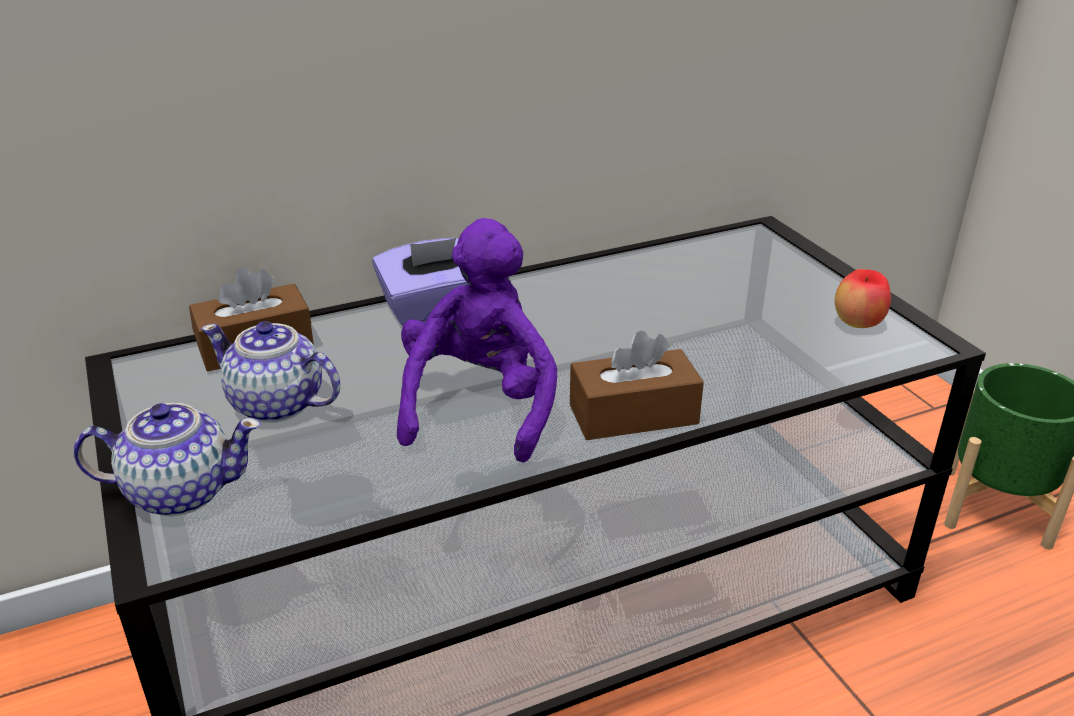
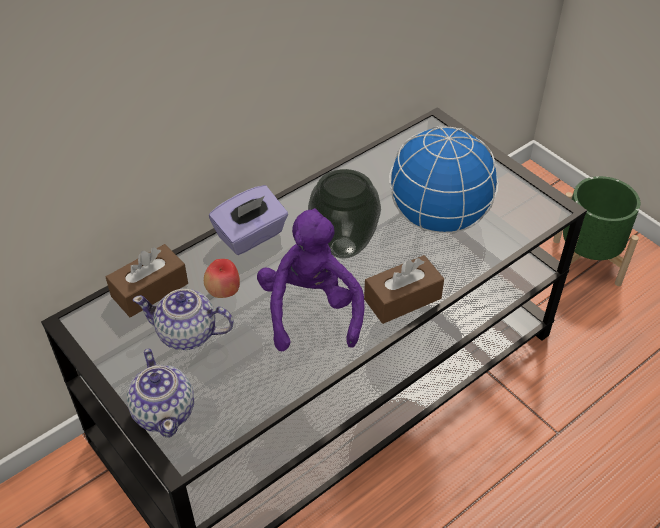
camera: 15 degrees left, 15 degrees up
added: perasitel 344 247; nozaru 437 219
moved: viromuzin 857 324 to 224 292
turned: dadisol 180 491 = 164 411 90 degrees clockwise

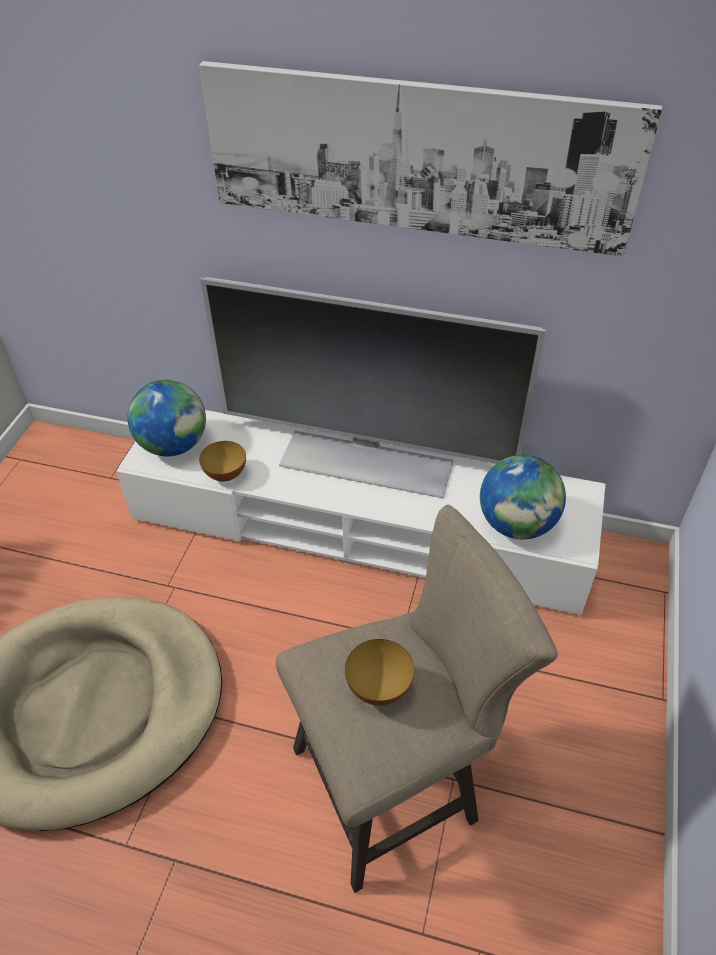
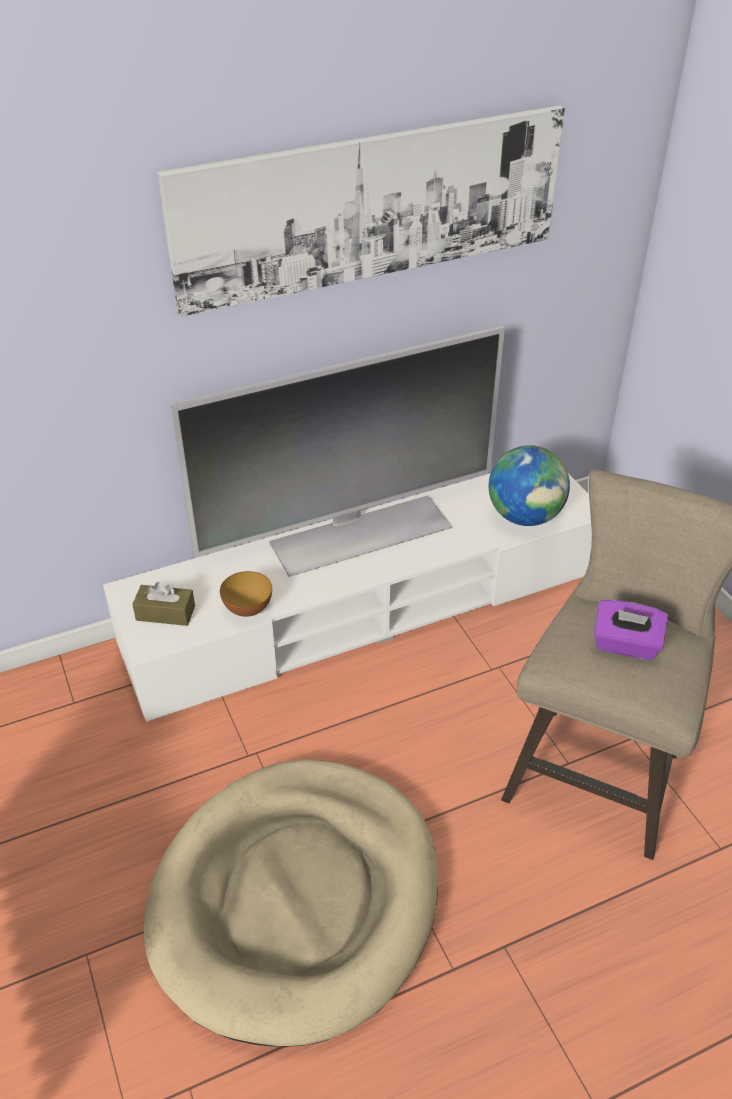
camera: 40 degrees left, 5 degrees down
replaced: nozaru 174 445 to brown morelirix 165 613; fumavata 379 688 to purple morelirix 625 645

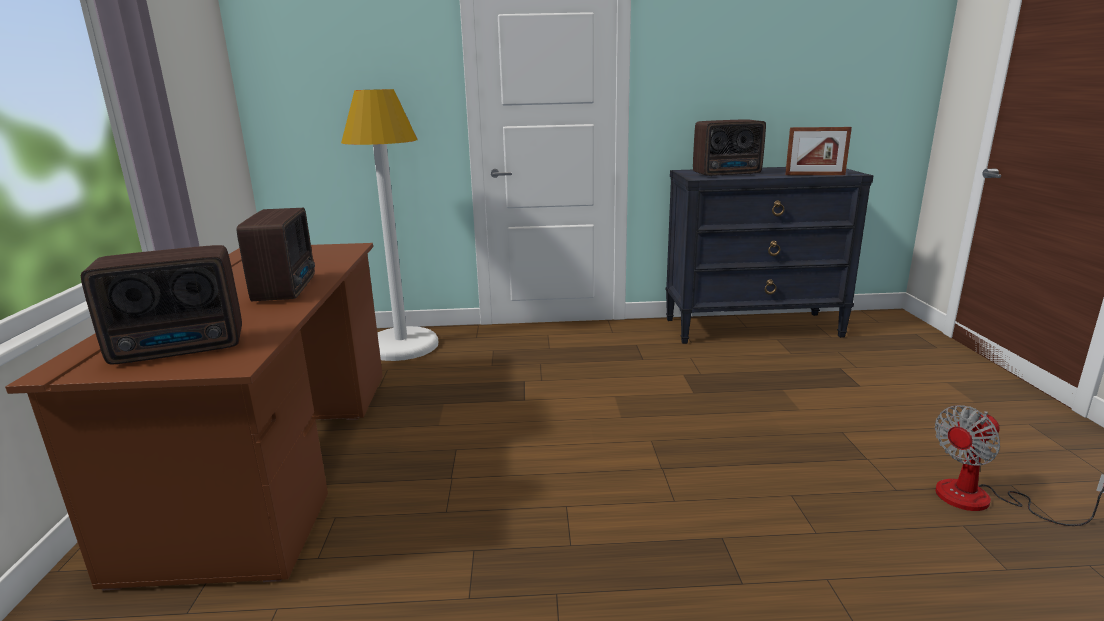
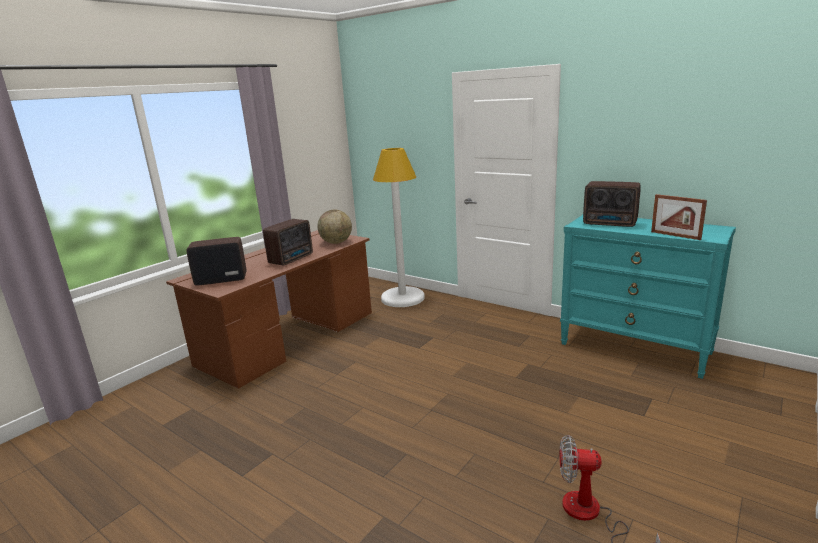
camera: 40 degrees right, 0 degrees up
added: nozaru 336 242
recoloured: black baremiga 752 327 to turquoise baremiga 635 348
turned: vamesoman 182 349 = 220 280 150 degrees clockwise

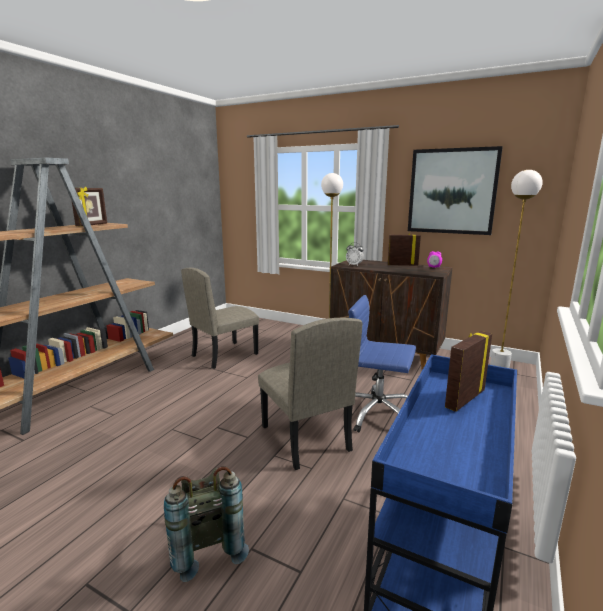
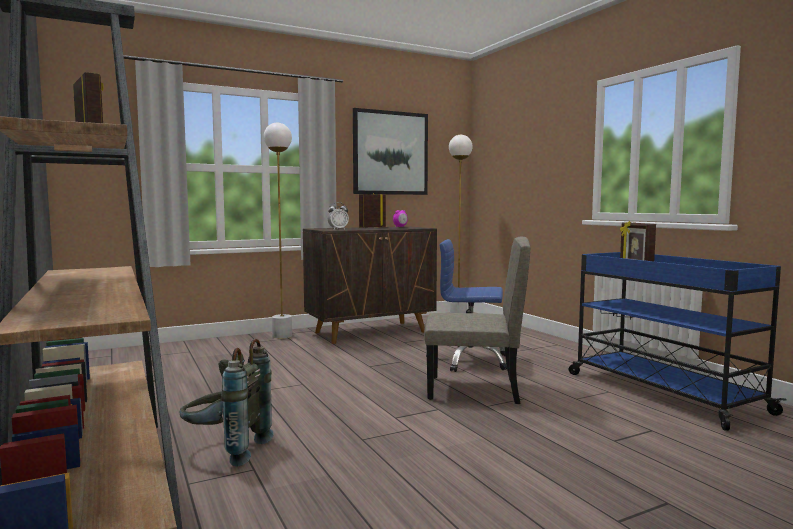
camera: 55 degrees left, 10 degrees down
removed: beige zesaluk 224 355
moved: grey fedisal 205 546 to 226 450
turned: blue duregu 377 414 = 469 360 45 degrees clockwise

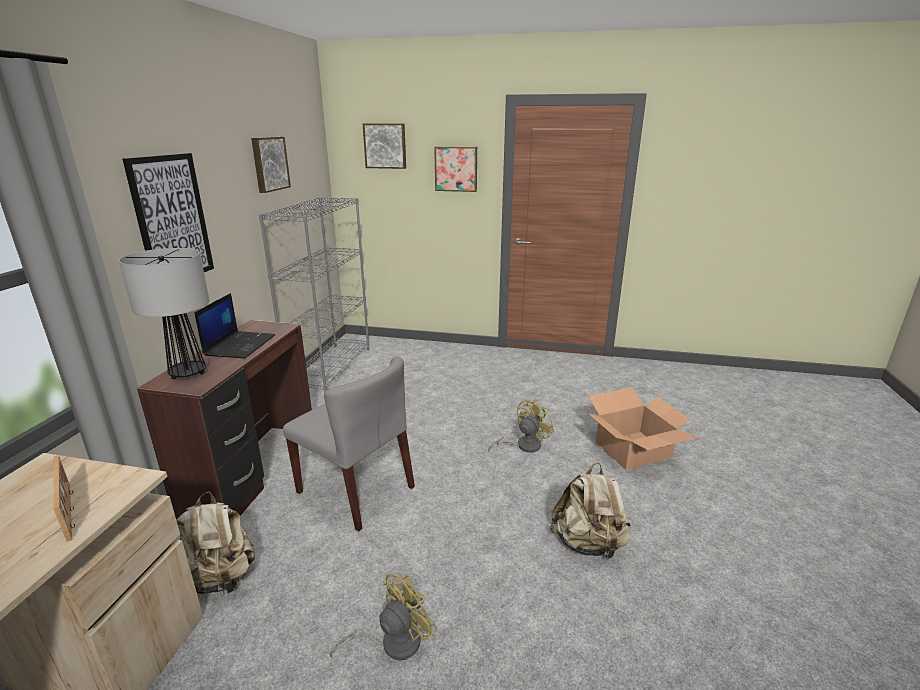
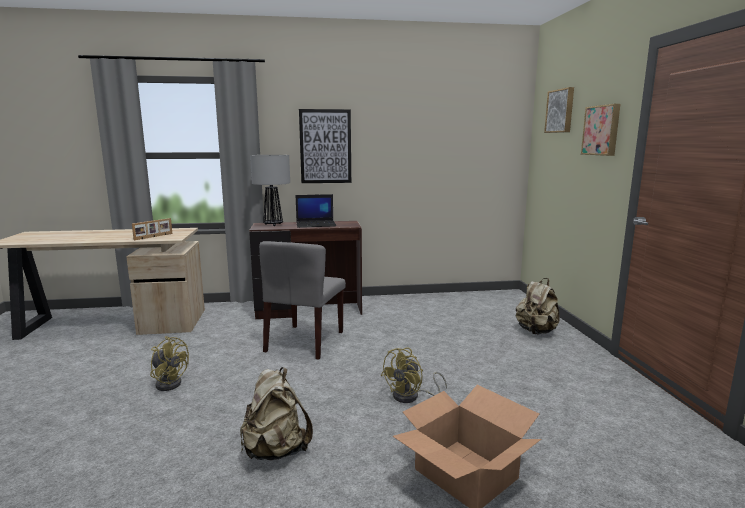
camera: 70 degrees right, 10 degrees down
removed: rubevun 269 164; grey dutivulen 331 368
moved: beige fedisal 220 578 to 536 331
turned: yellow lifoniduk 523 446 = 411 396 105 degrees clockwise

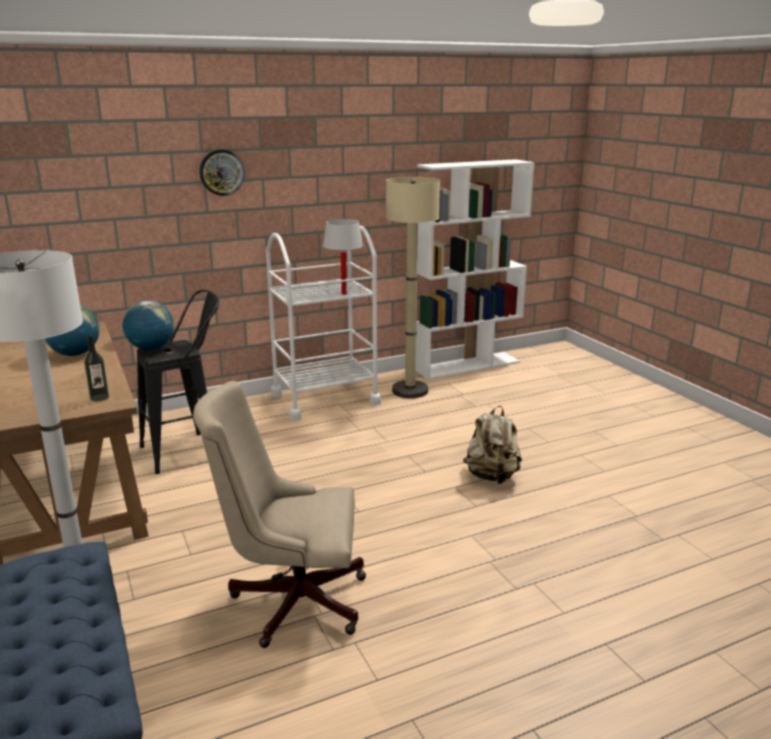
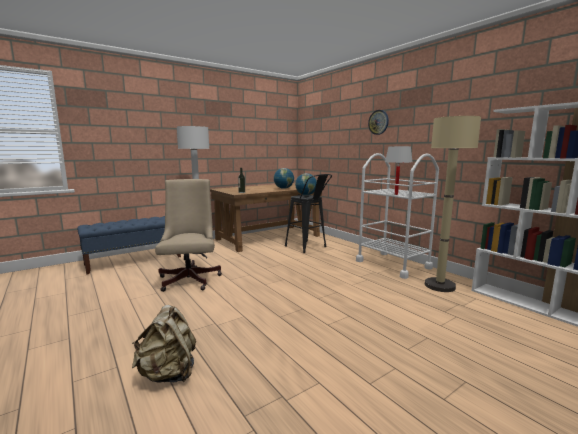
camera: 80 degrees right, 10 degrees down
moved: beige fedisal 492 476 to 168 374

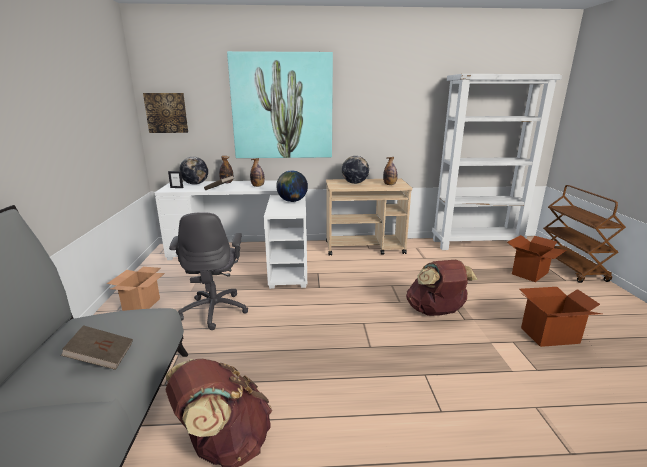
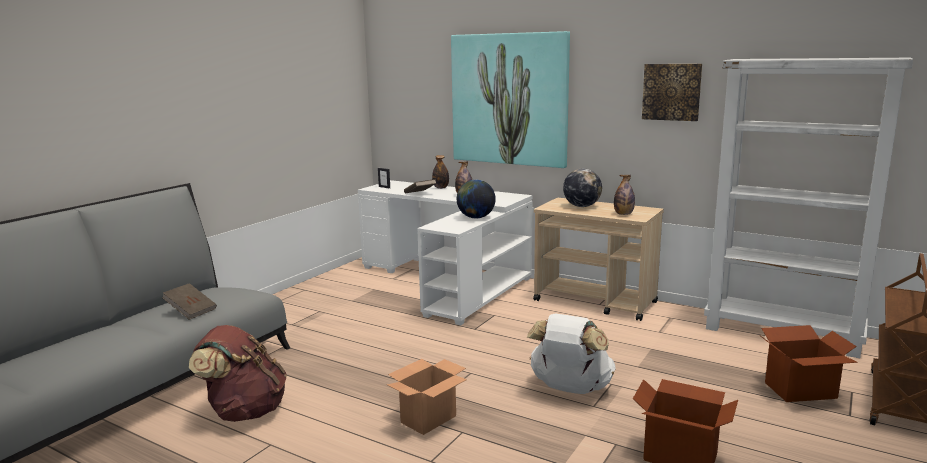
camera: 35 degrees right, 5 degrees down
removed: grey duregu 215 310; nozaru 195 184
moved: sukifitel 142 305 to 428 419; rubevun 166 113 to 671 92
recoloured: brown fedisal 436 312 to white fedisal 570 389

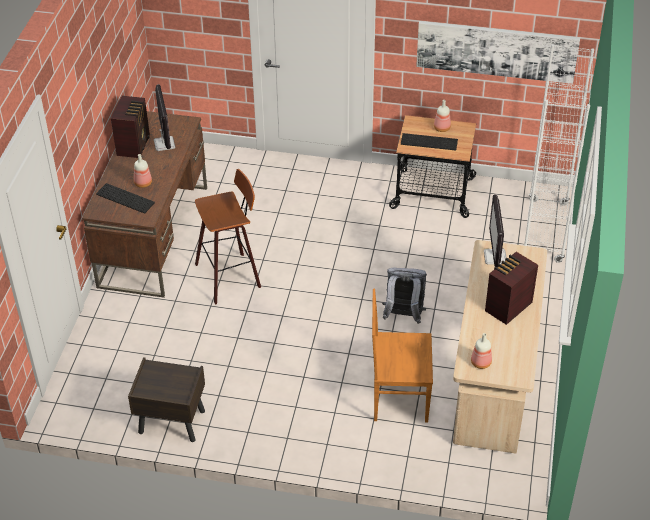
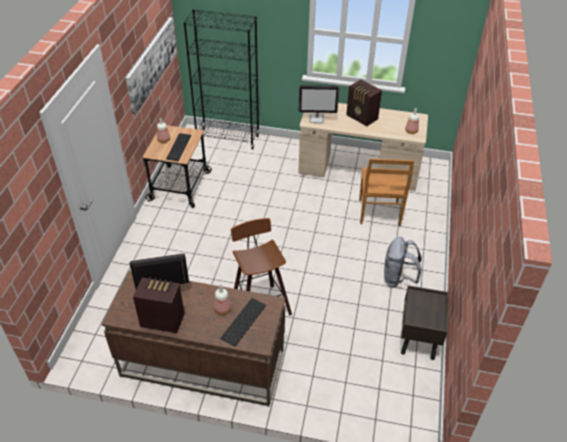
camera: 90 degrees left, 0 degrees up
moved: grey fedisal 403 315 to 398 278
recoloured: white dutivulen 545 231 to black dutivulen 228 139

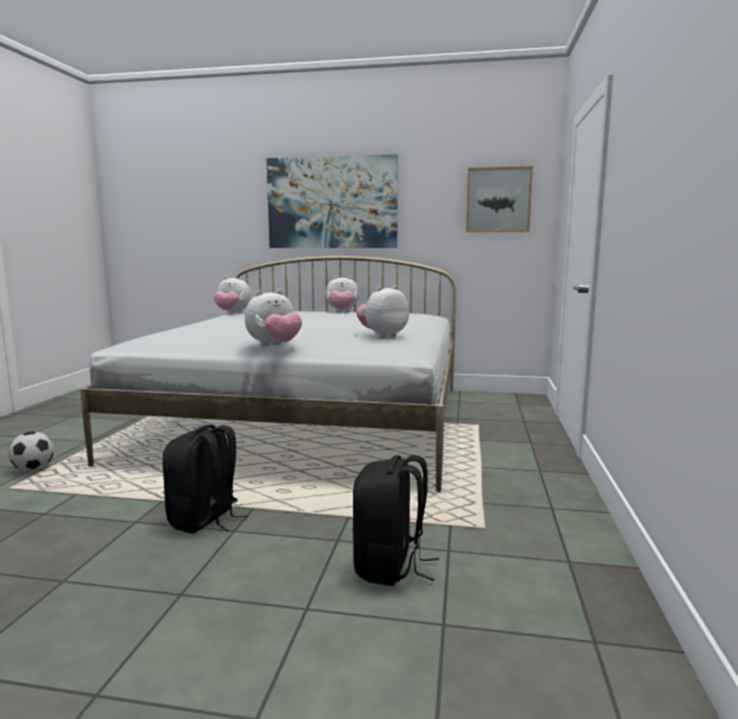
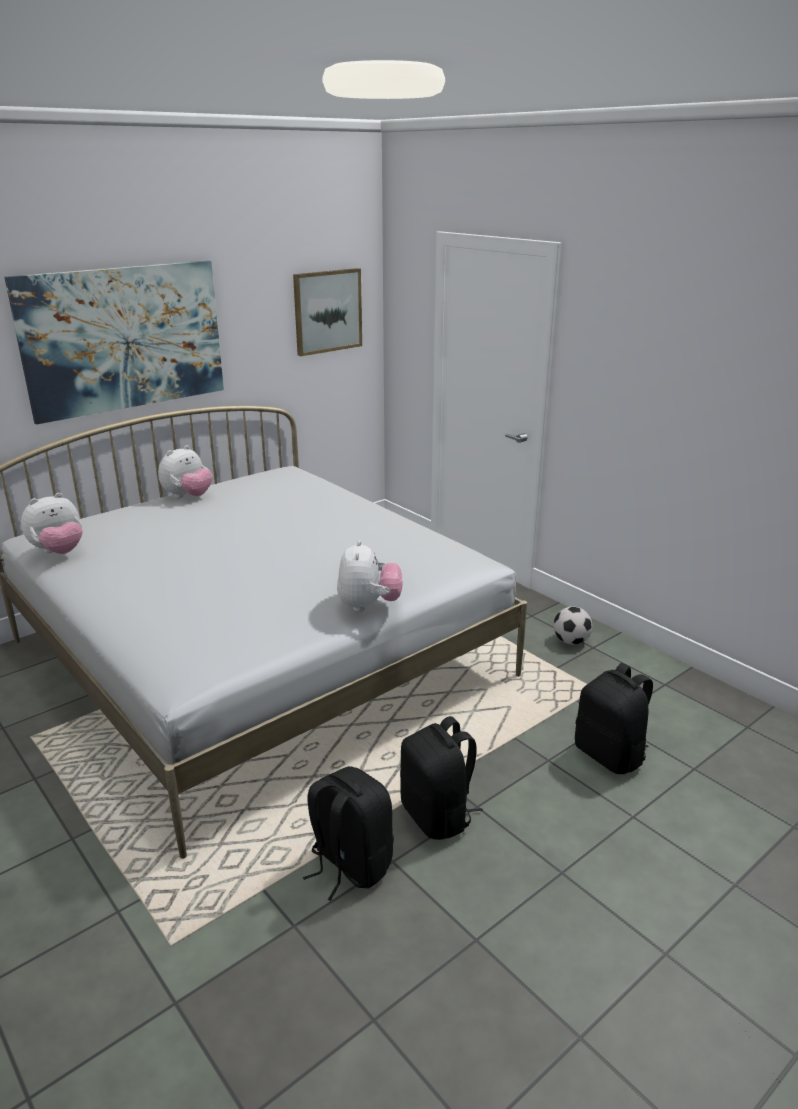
camera: 50 degrees left, 15 degrees up
removed: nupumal 382 336
added: black fedisal 349 865
moved: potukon 33 469 to 571 641

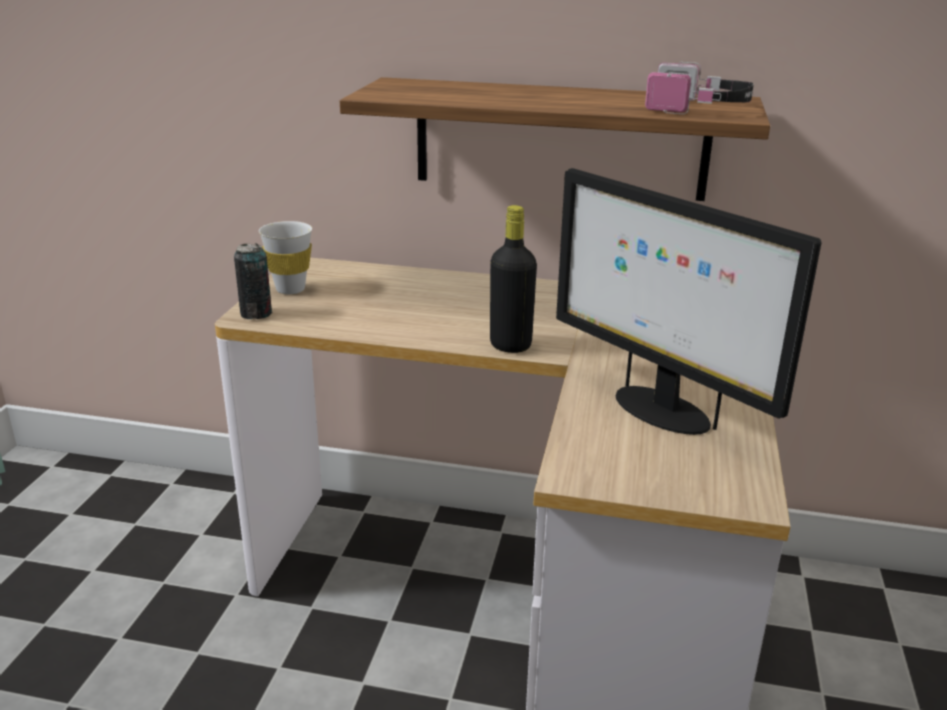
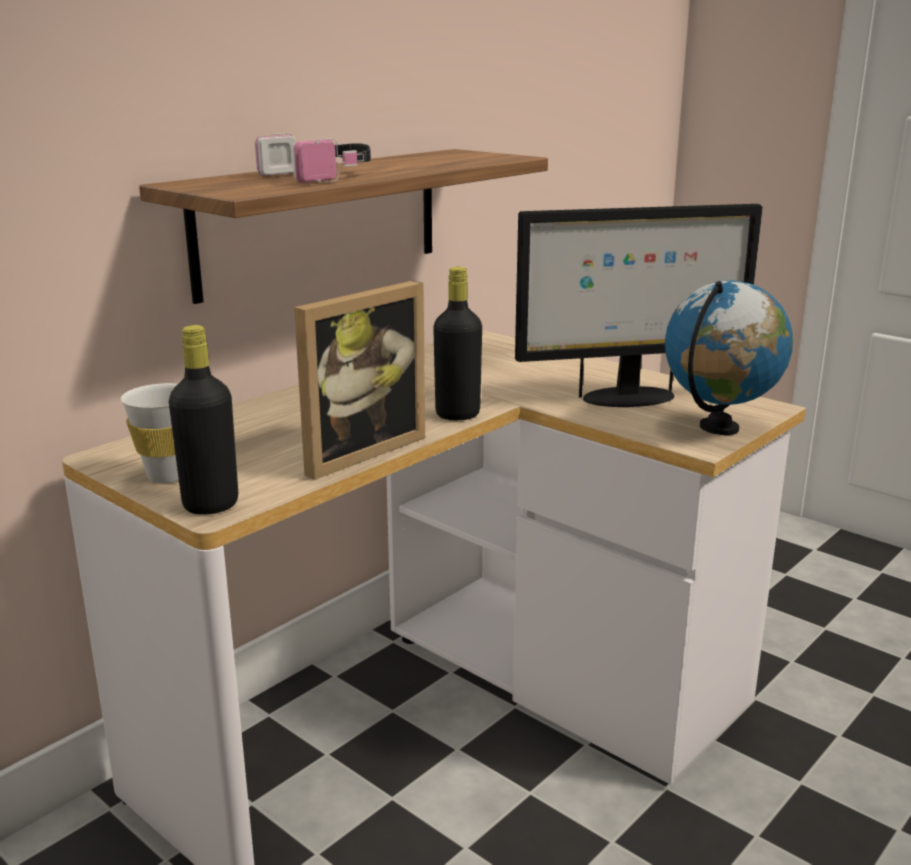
camera: 60 degrees left, 5 degrees down
added: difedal 356 451; nozaru 719 428
moved: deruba 698 108 to 321 176
replaced: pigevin 256 314 to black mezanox 211 505

